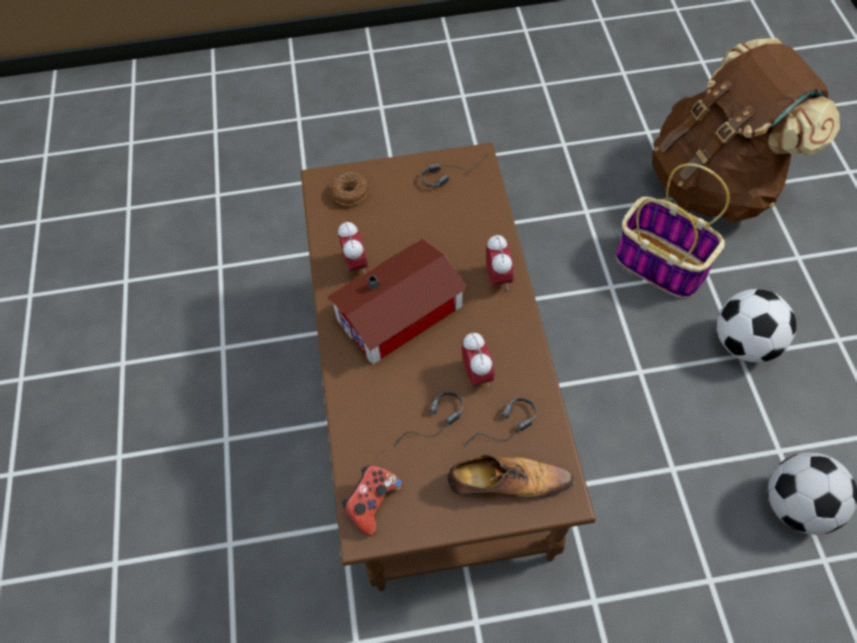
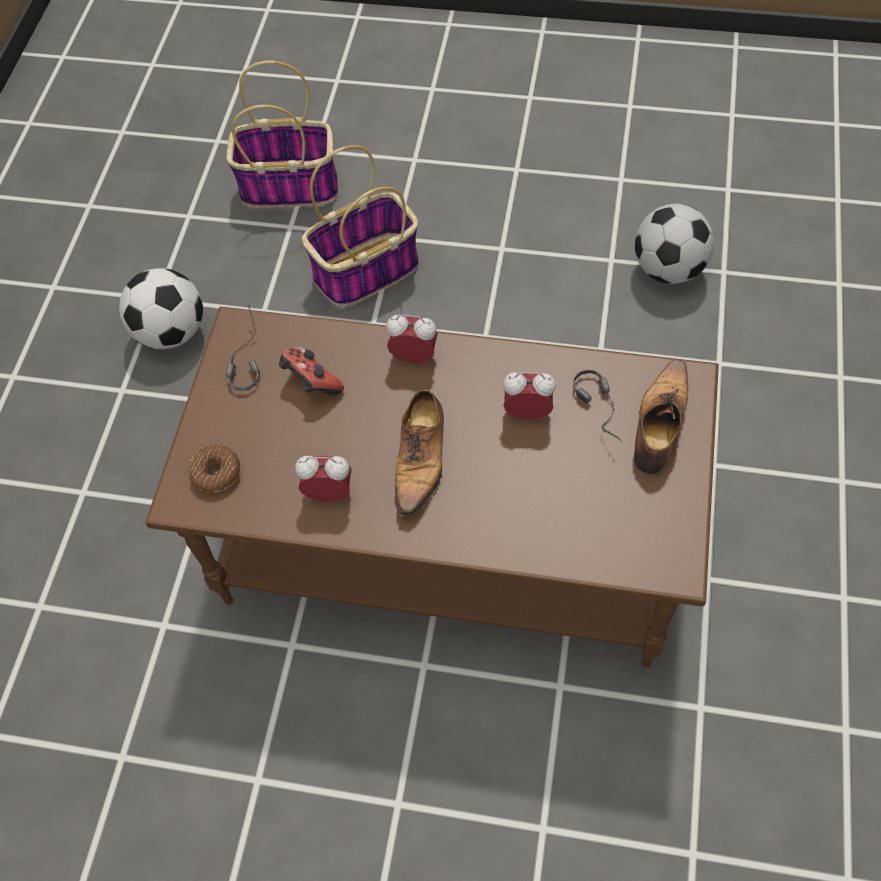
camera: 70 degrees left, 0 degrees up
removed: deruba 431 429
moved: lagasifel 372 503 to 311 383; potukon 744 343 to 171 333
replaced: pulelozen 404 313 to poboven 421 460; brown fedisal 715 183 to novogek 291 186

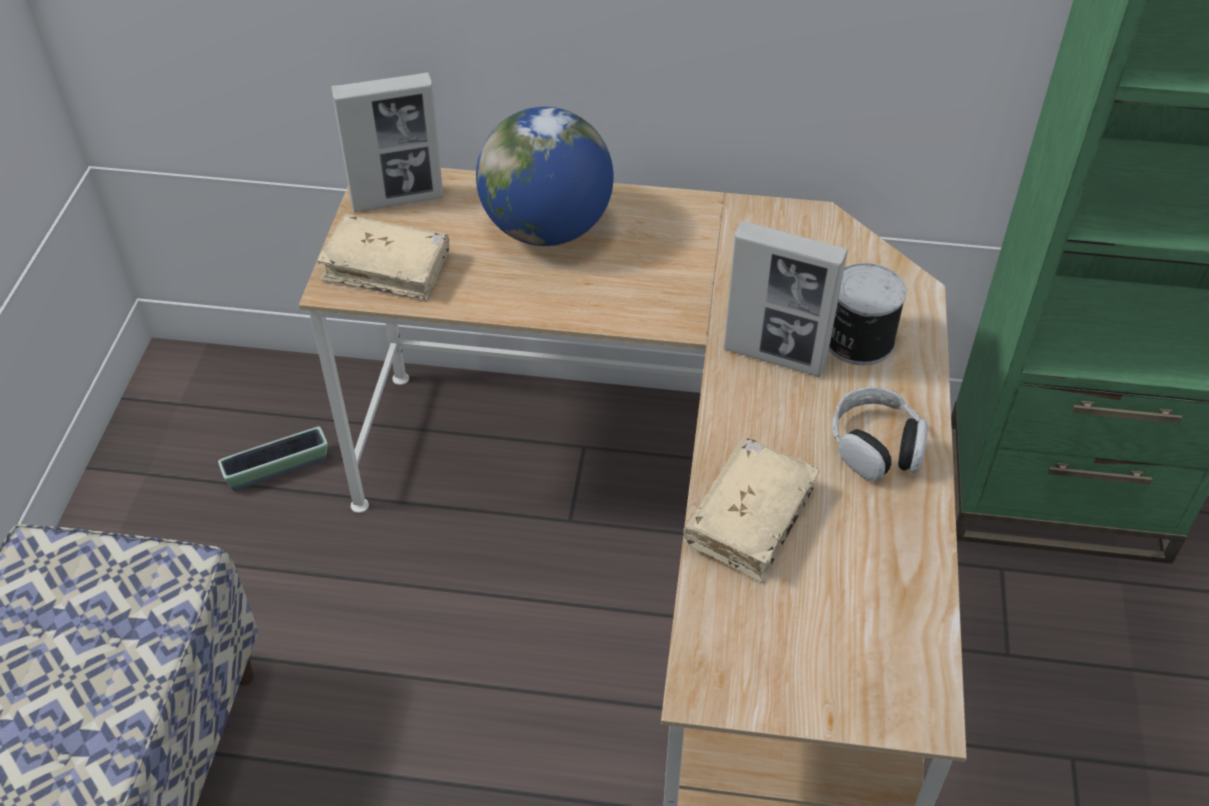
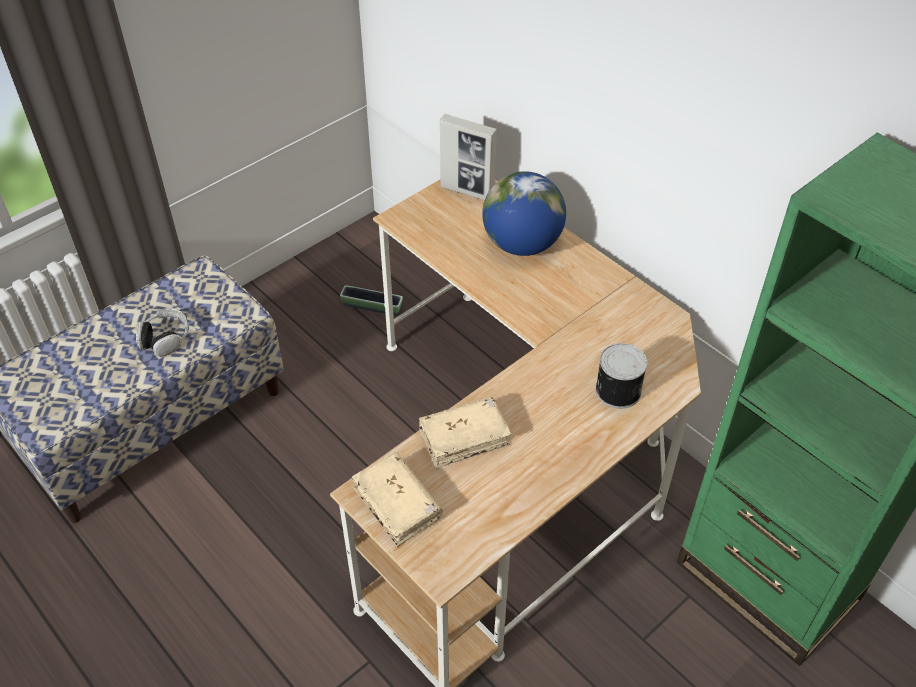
camera: 40 degrees right, 0 degrees up
removed: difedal 774 356
moved: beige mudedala 387 268 to 397 504; deruba 876 446 to 165 338

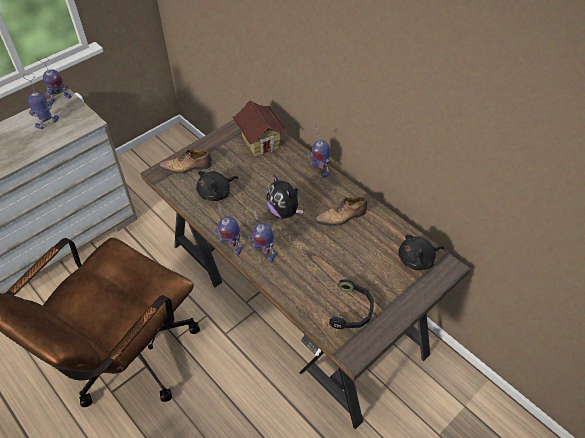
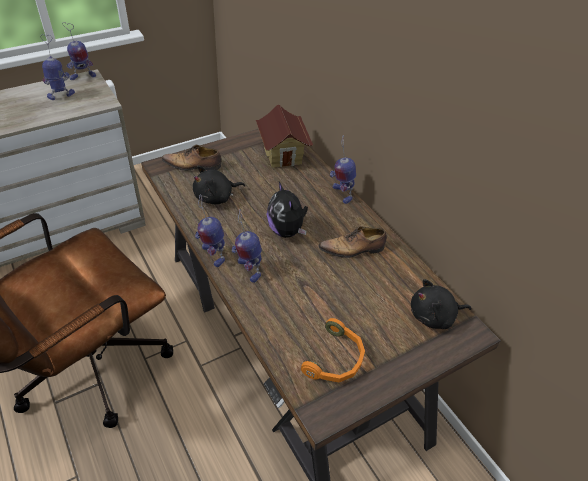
camera: 10 degrees right, 5 degrees down
recoloured: black deruba 352 310 to orange deruba 336 359

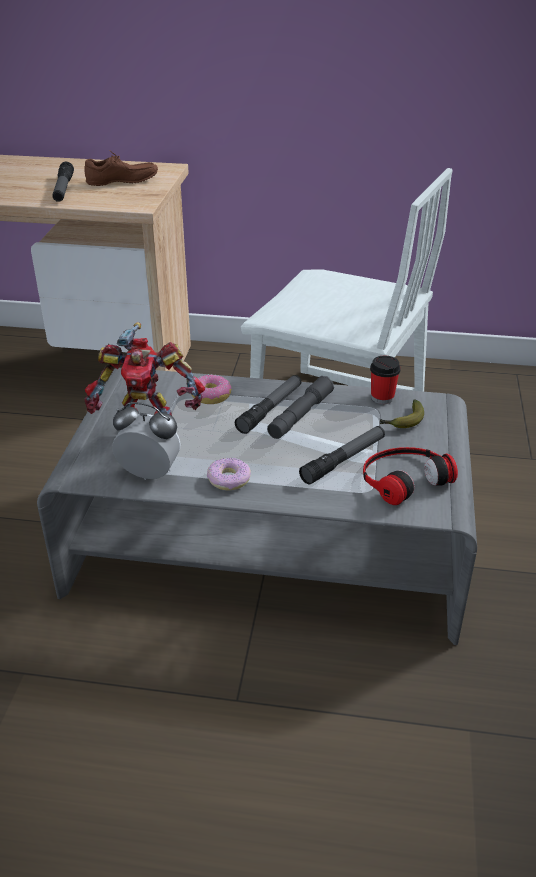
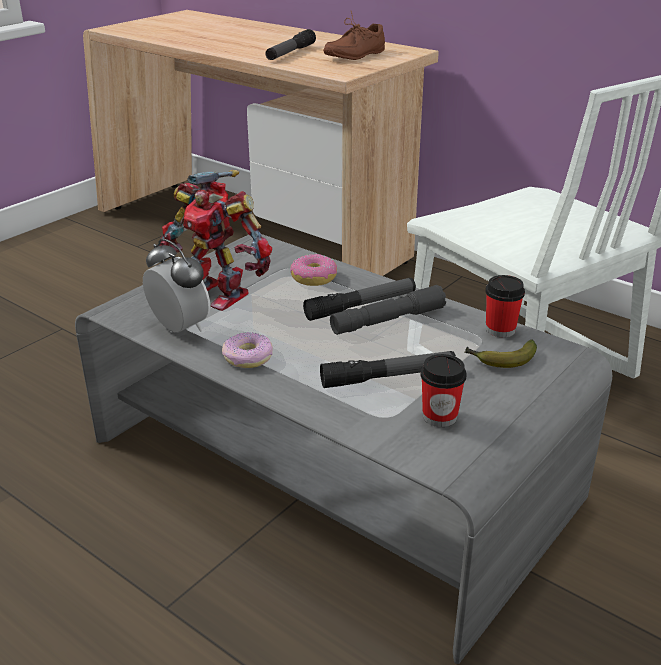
camera: 30 degrees right, 5 degrees down
replaced: deruba 403 477 to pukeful 439 416
turned: brown poboven 123 182 = 353 55 120 degrees clockwise

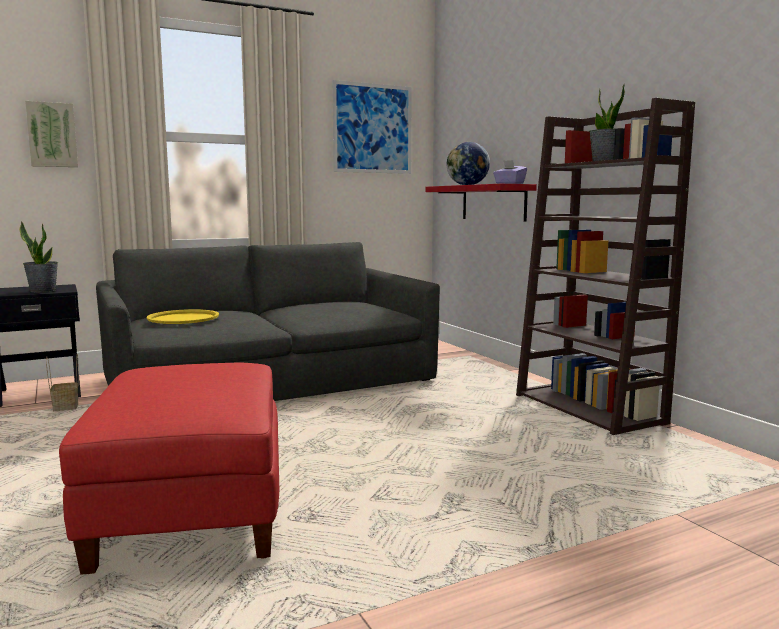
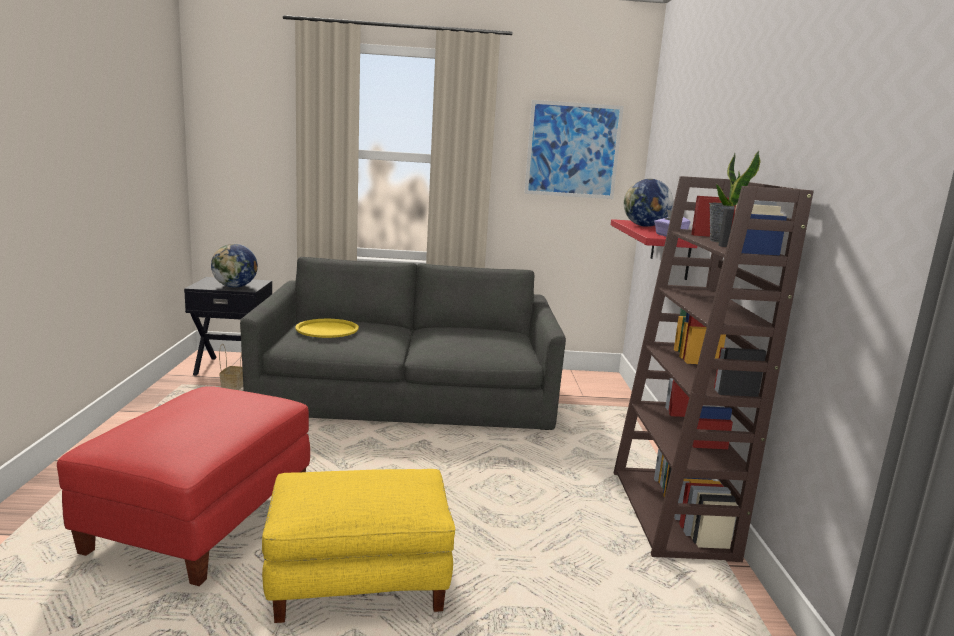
camera: 25 degrees right, 5 degrees up
removed: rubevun 52 135
added: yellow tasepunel 360 577
replaced: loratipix 43 290 to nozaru 235 287

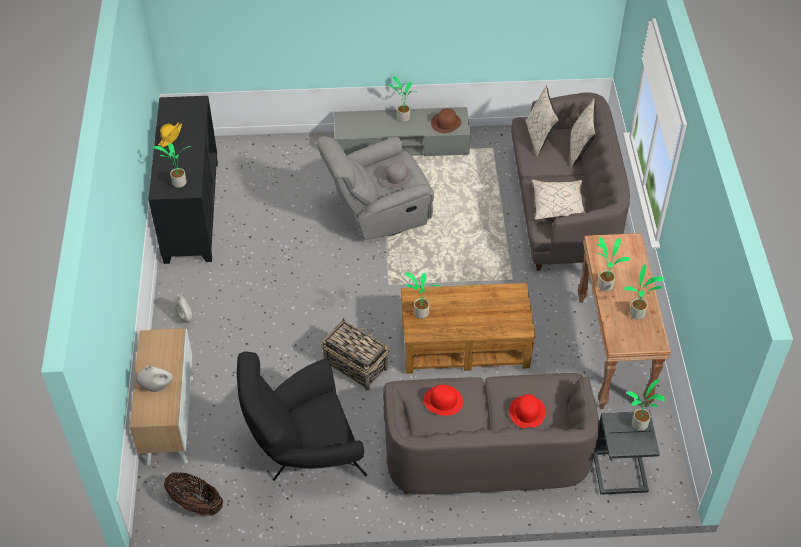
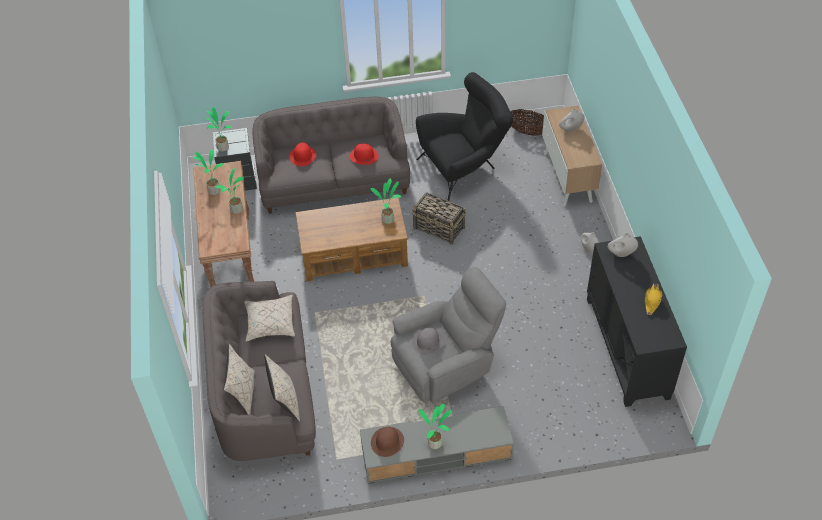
camera: 175 degrees right, 0 degrees up
replaced: loratipix 178 183 to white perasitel 621 254

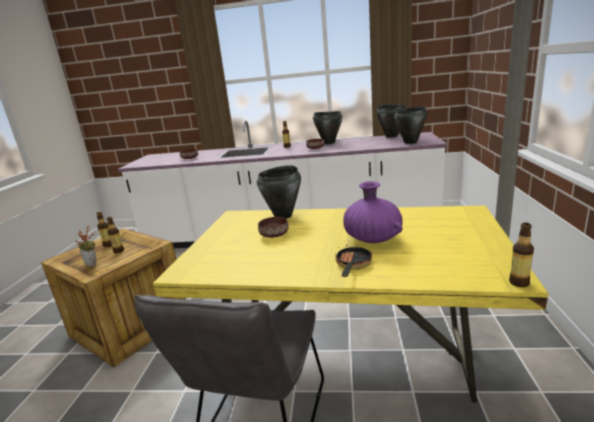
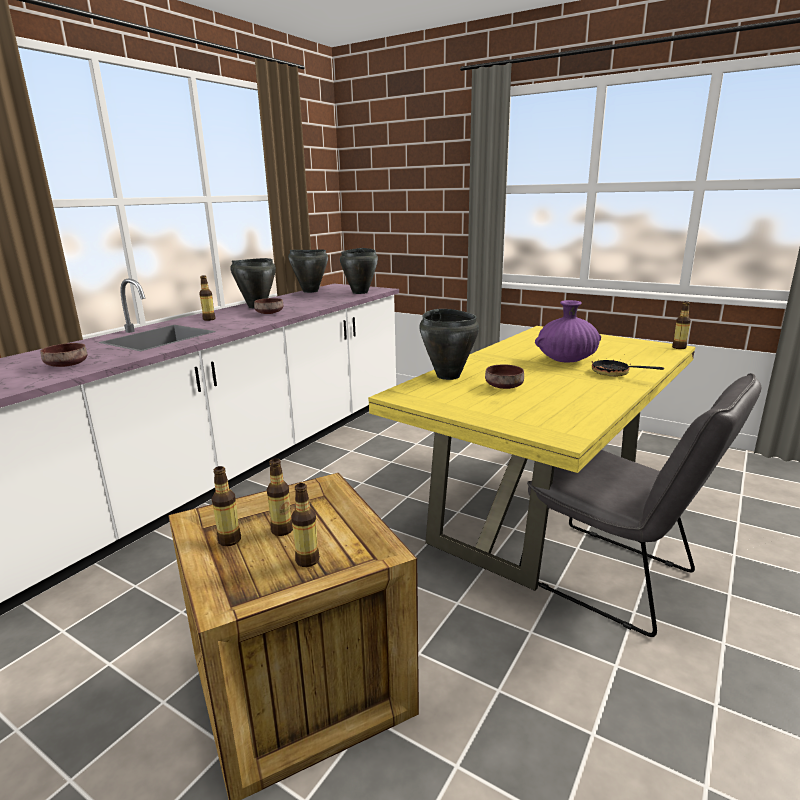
camera: 65 degrees left, 0 degrees up
replaced: loratipix 93 264 to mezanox 307 560

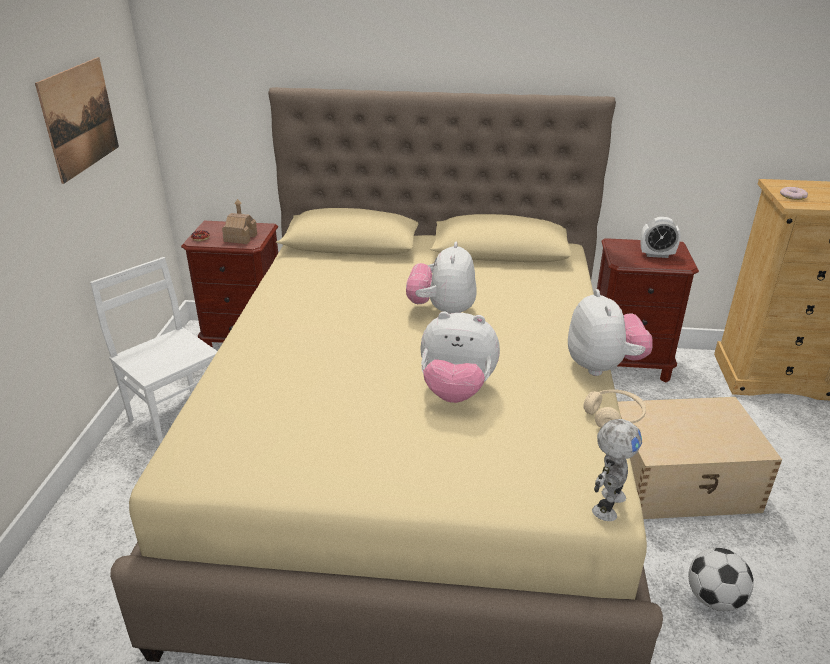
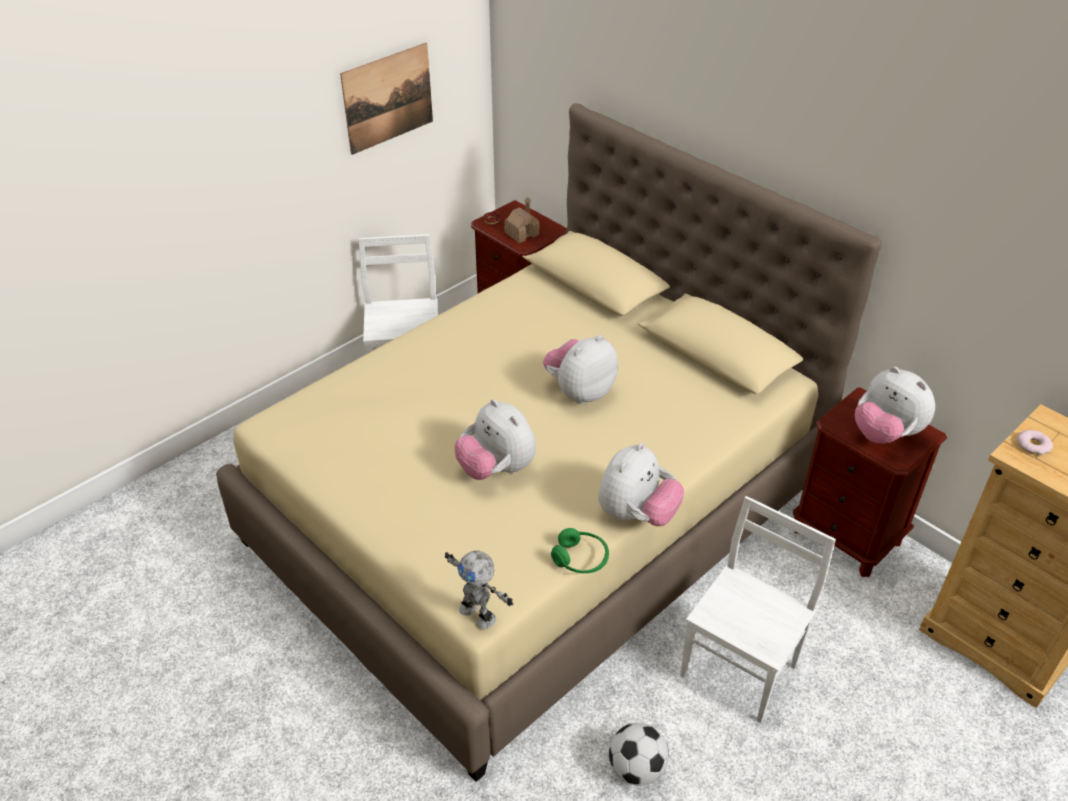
camera: 40 degrees right, 10 degrees up
replaced: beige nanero 681 481 to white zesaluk 741 670; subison 656 255 to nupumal 885 434
recoloured: beige deruba 614 416 to green deruba 580 559
turned: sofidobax 606 504 = 478 613 60 degrees clockwise

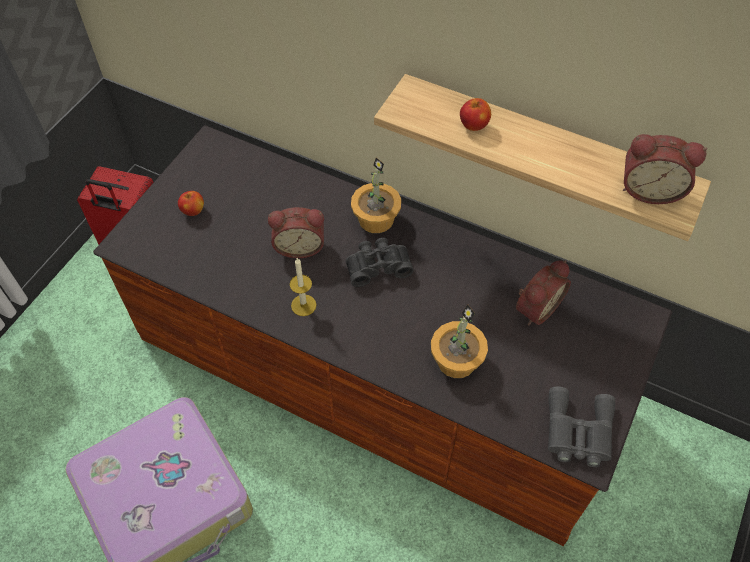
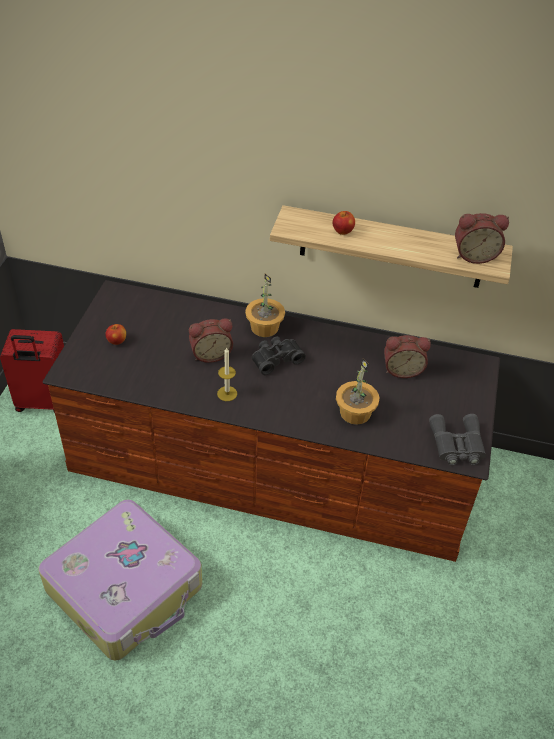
camera: 15 degrees left, 10 degrees down
turned: subison 535 307 = 402 369 60 degrees clockwise

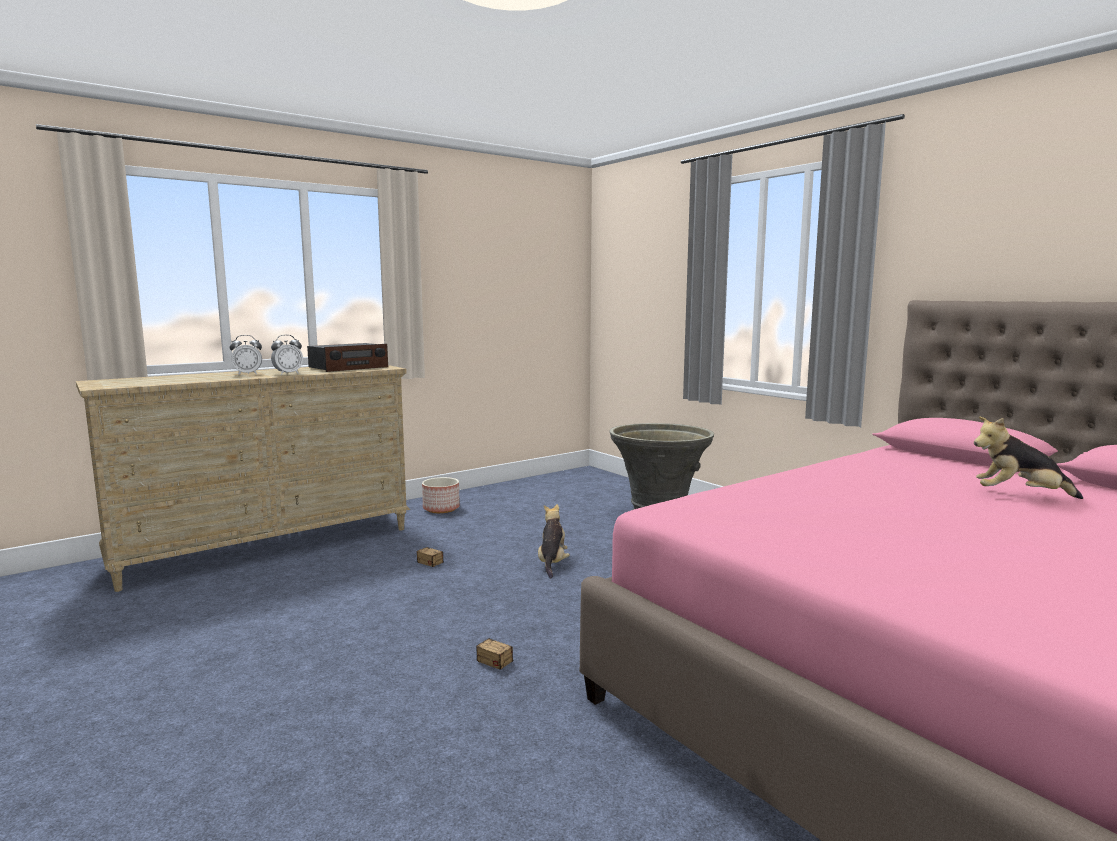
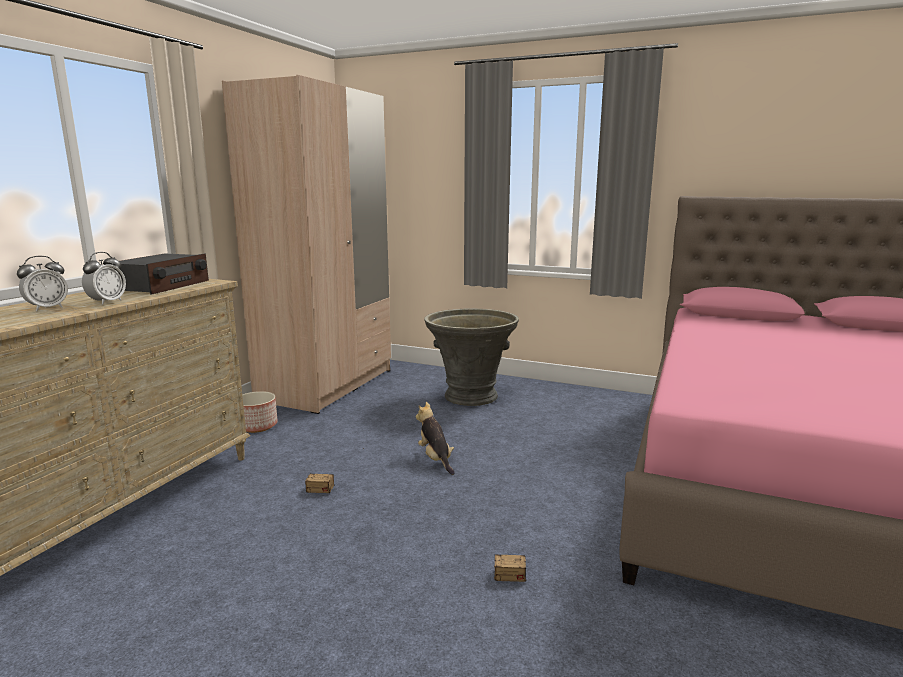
camera: 30 degrees left, 5 degrees up
removed: nupumal 1019 495
added: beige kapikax 327 385

